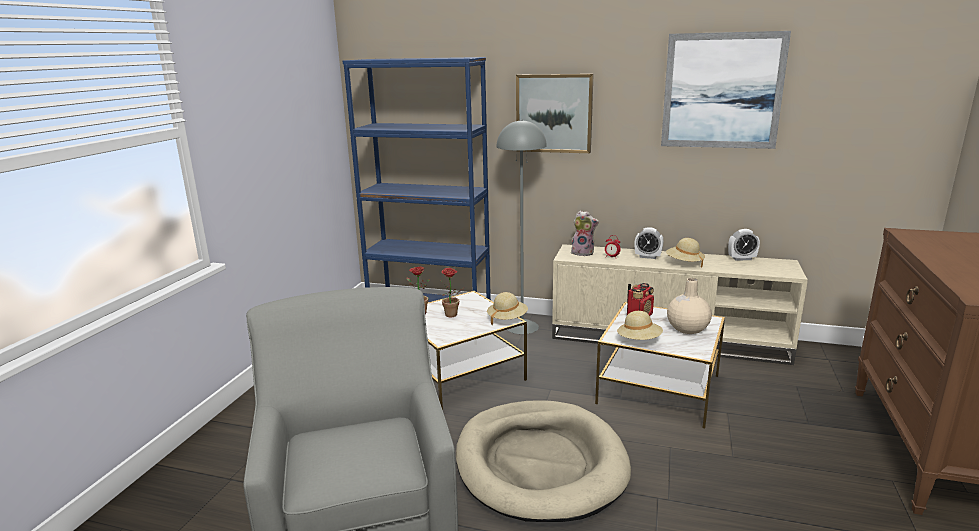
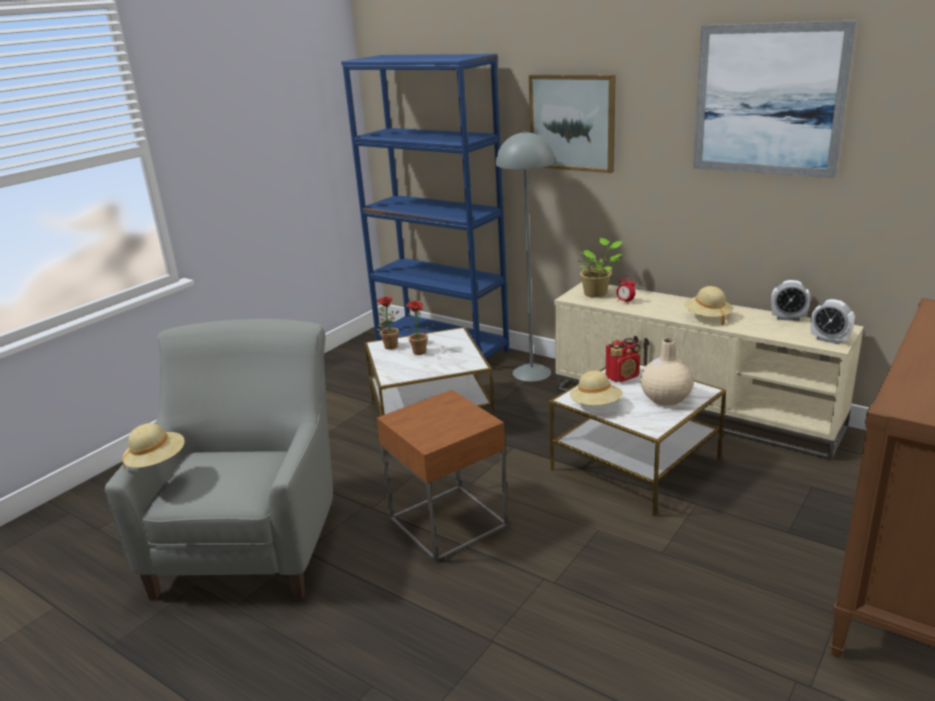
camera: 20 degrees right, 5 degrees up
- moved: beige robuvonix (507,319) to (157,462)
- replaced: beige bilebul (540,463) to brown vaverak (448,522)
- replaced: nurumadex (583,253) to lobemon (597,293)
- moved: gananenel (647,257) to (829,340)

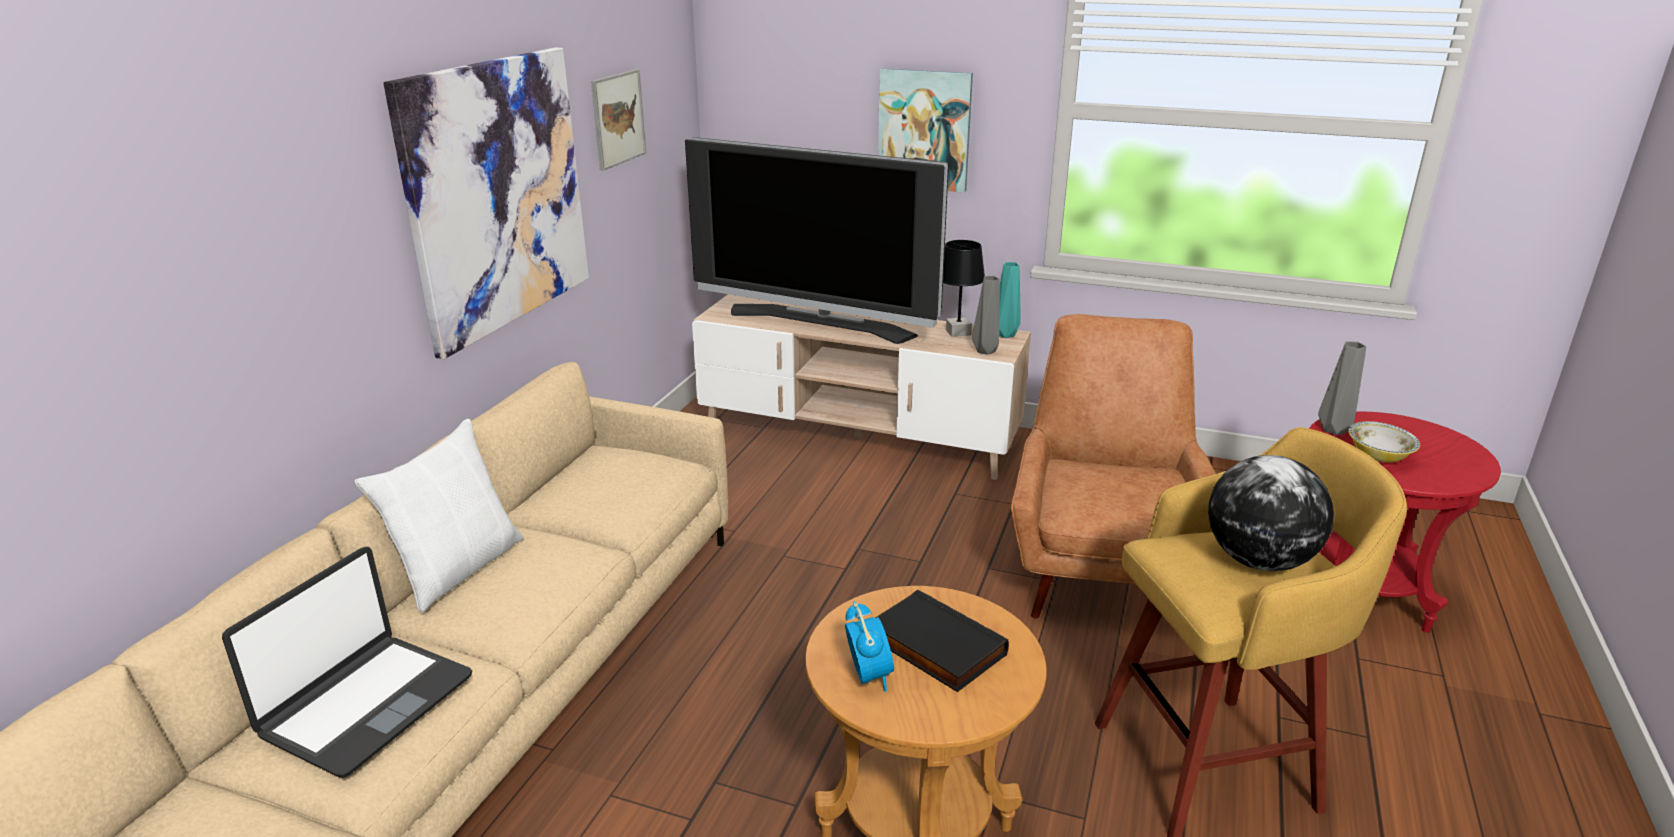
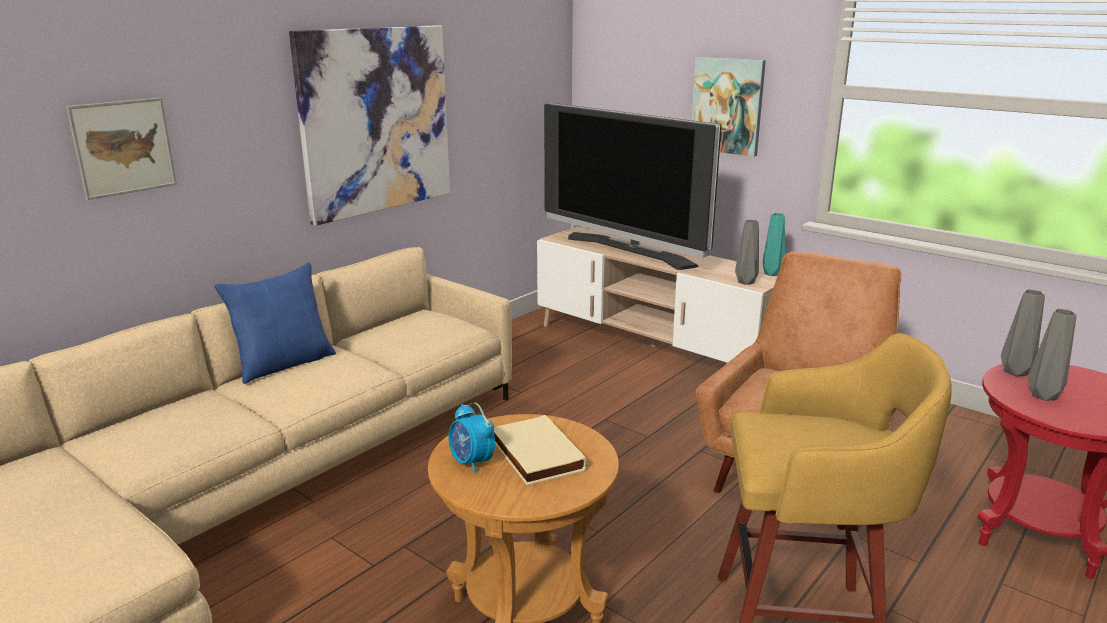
camera: 20 degrees right, 5 degrees down
- moved: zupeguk (618,118) to (123,147)
- recoloured: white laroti (457,568) to blue laroti (284,364)
- turned: gananenel (868,675) = (472,463) 135 degrees clockwise
- recoloured: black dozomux (933,646) to beige dozomux (534,455)
- replaced: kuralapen (1378,456) to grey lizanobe (1045,397)
- removed: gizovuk (366,705)
- removed: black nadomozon (958,332)
- removed: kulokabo (1259,561)

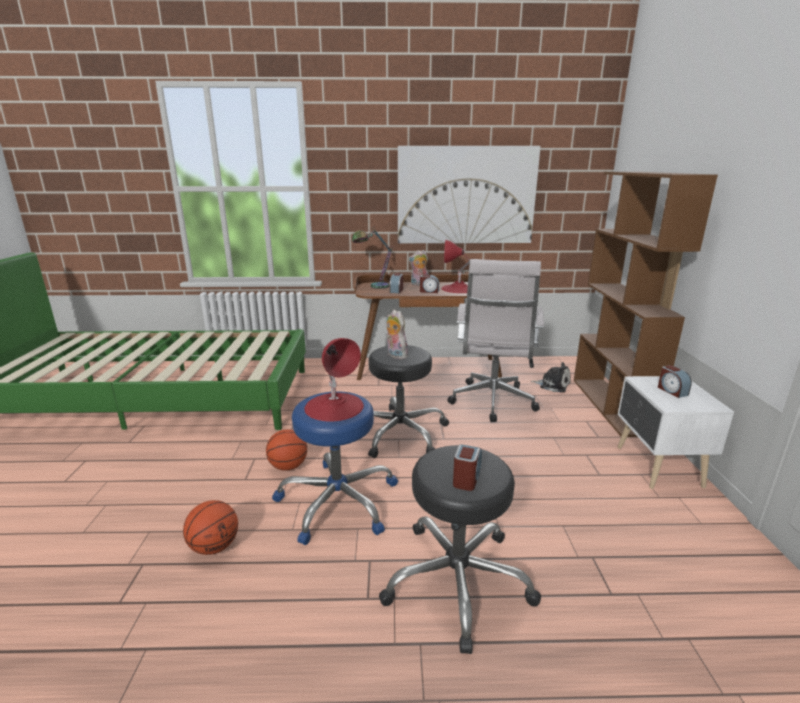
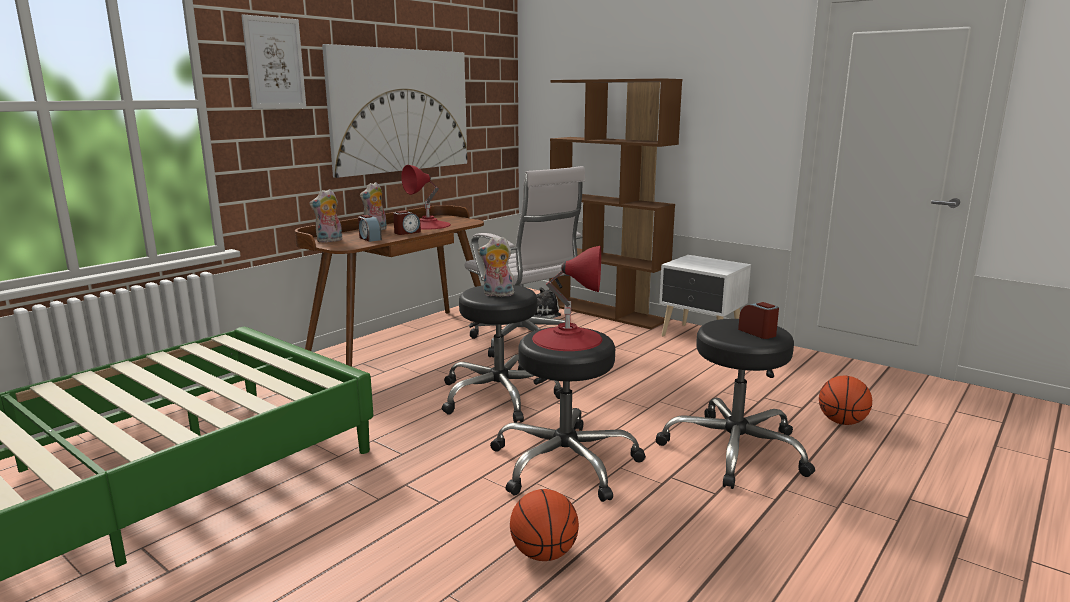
camera: 50 degrees left, 5 degrees down
- added: zupeguk (274,63)
- replaced: nadomozon (374,287) to nurumadex (329,241)
- recoloured: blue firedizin (337,502) to black firedizin (565,463)
- moved: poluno (288,466) to (842,422)
- removed: gananenel (671,391)

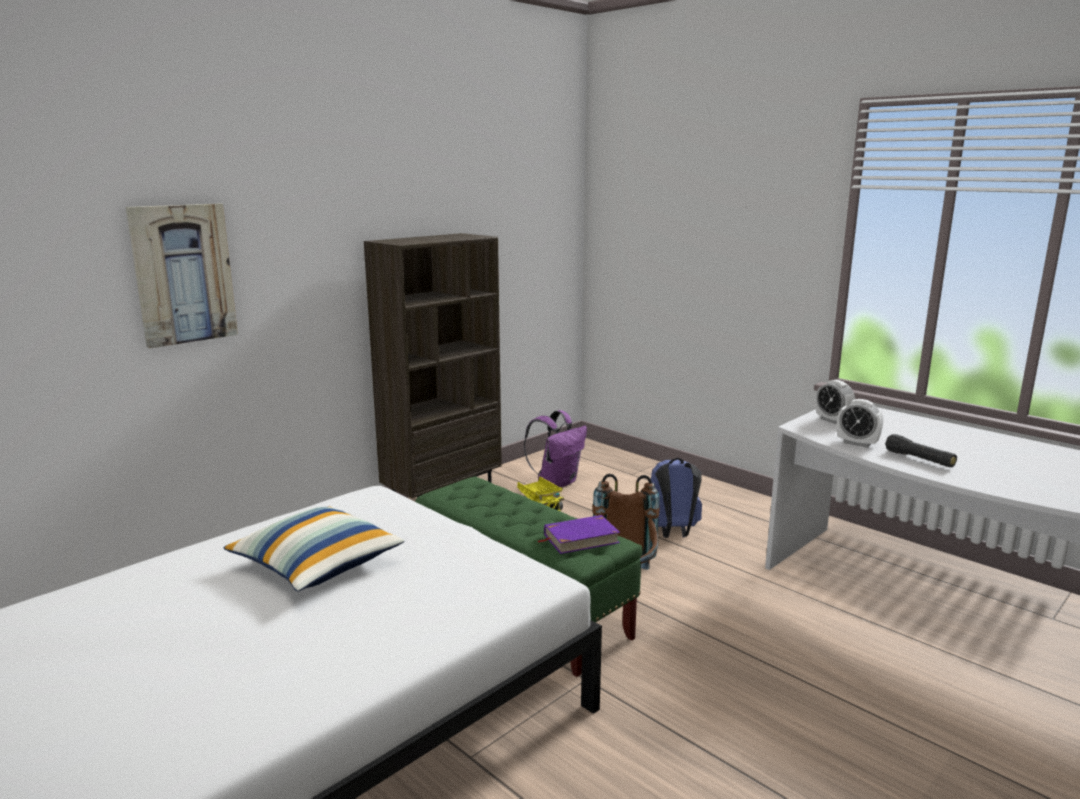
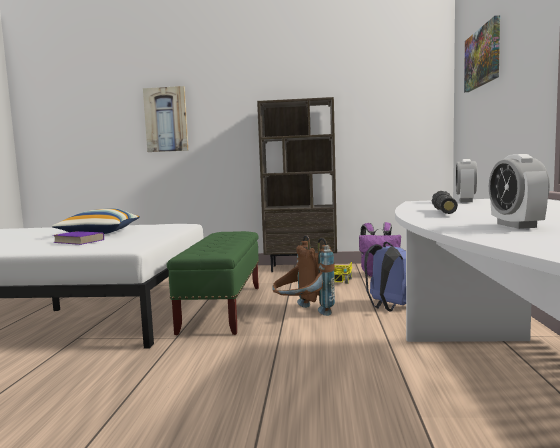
camera: 50 degrees right, 10 degrees down
- moved: purple dozomux (580,538) to (79,241)
- added: zupeguk (482,57)
- moved: gananenel (857,443) to (516,225)

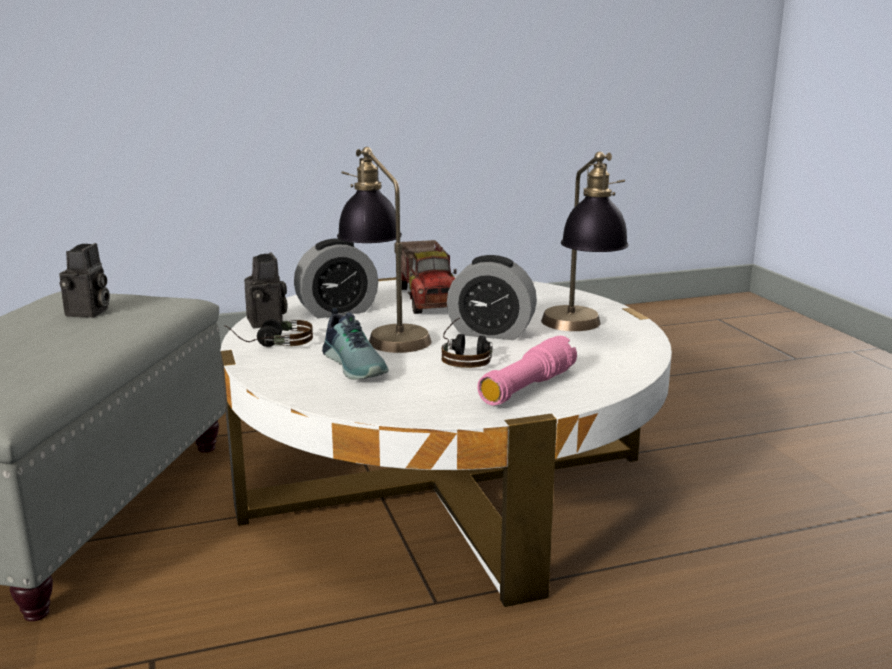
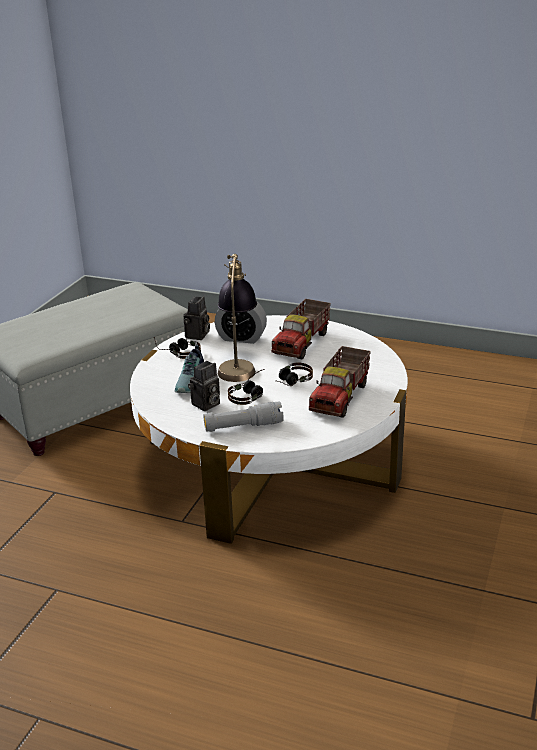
camera: 40 degrees right, 10 degrees up
- moved: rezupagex (88,313) to (206,405)
- recoloured: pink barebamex (527,387) to grey barebamex (243,426)
- replaced: gananenel (491,333) to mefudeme (290,382)
- replaced: nadomozon (579,330) to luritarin (341,397)

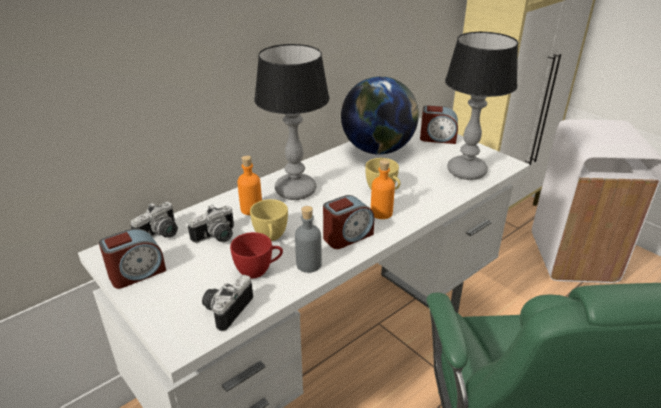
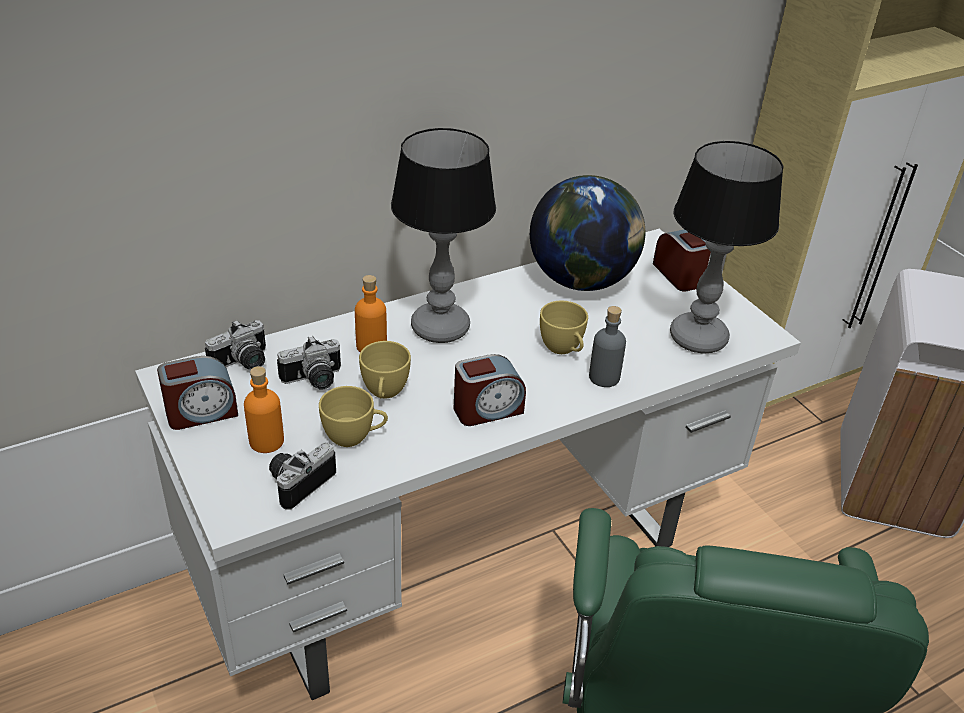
camera: 10 degrees right, 5 degrees up
- moved: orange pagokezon (381,213) to (266,441)
- recoloured: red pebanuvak (258,270) to yellow pebanuvak (354,437)
- moved: grey pagokezon (308,264) to (604,377)
- turned: gananenel (437,138) = (679,275) 135 degrees counterclockwise

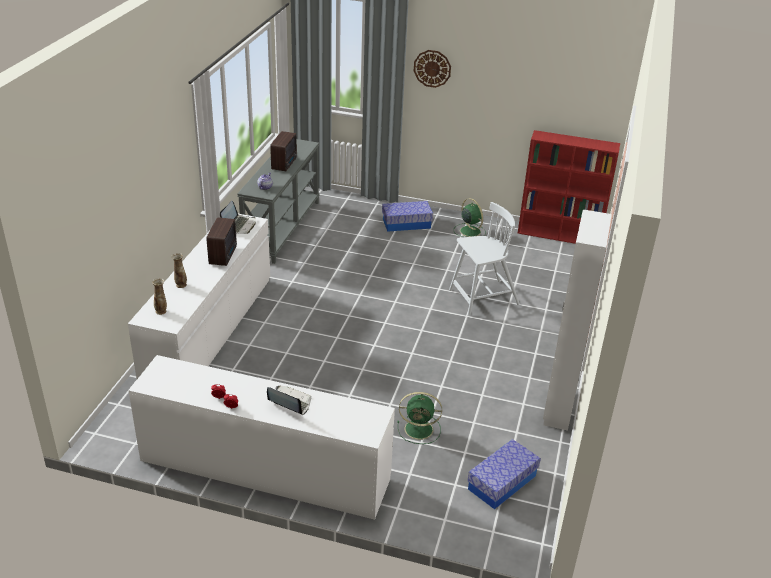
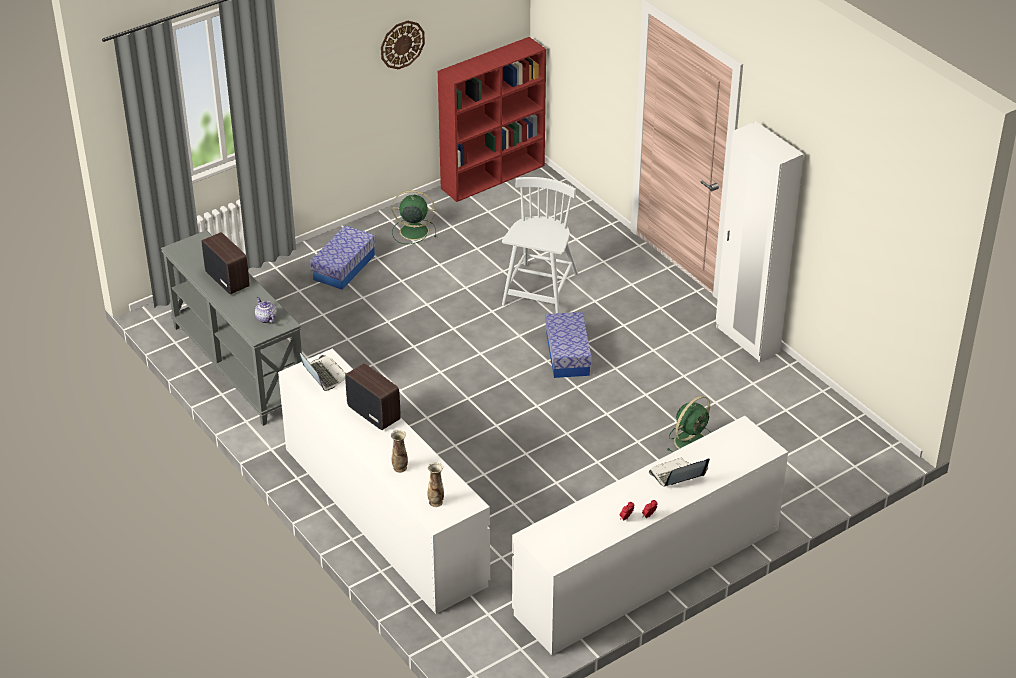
camera: 50 degrees left, 5 degrees up
- moved: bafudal (432,68) to (402,44)
- moved: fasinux (502,482) to (567,355)

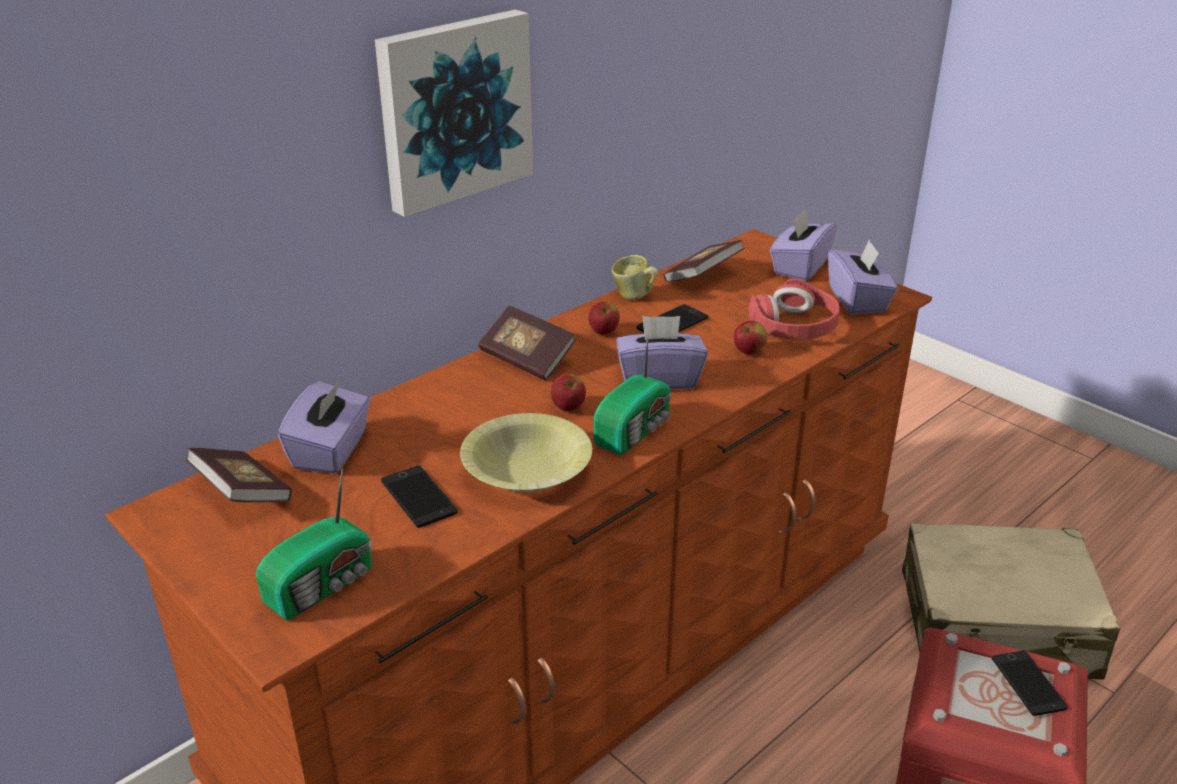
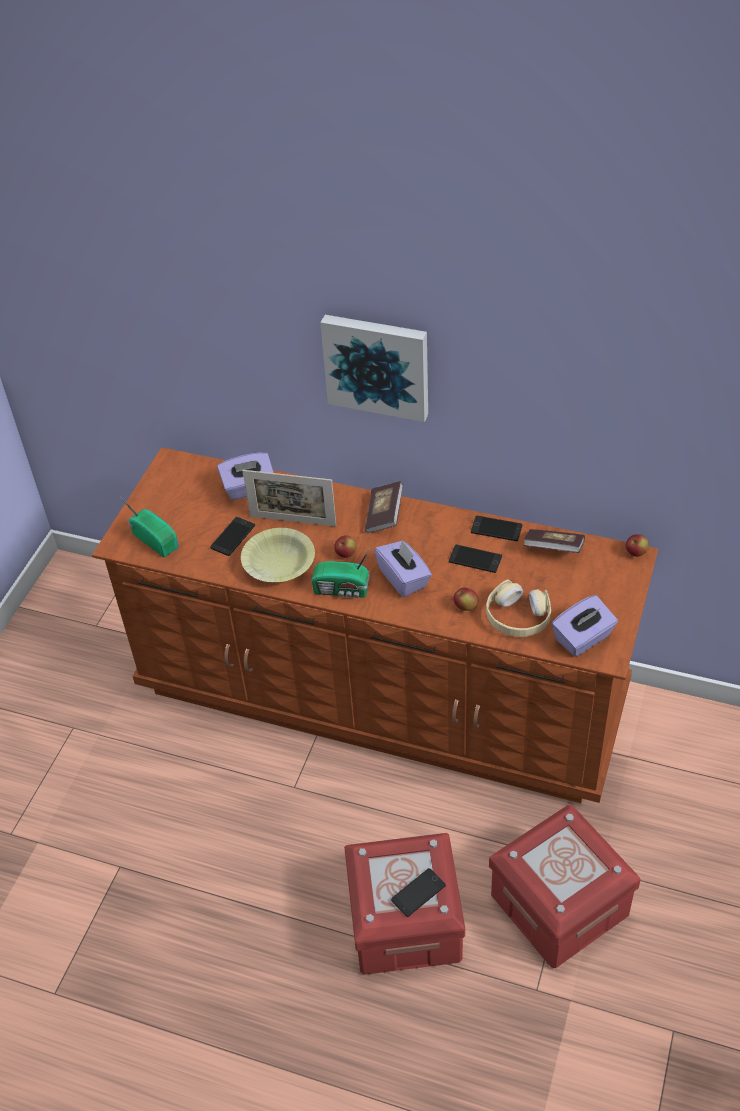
camera: 65 degrees right, 15 degrees up
- turned: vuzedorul (323,585) = (155,539) 150 degrees counterclockwise
- added: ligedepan (292,521)
- replaced: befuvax (635,297) to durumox (496,529)
- recoloured: red mefudeme (794,326) to beige mefudeme (518,617)
- replaced: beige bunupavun (997,625) to red fasinux (559,904)
- moved: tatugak (603,332) to (636,553)
- removed: dozomux (242,493)
- removed: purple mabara (799,267)

